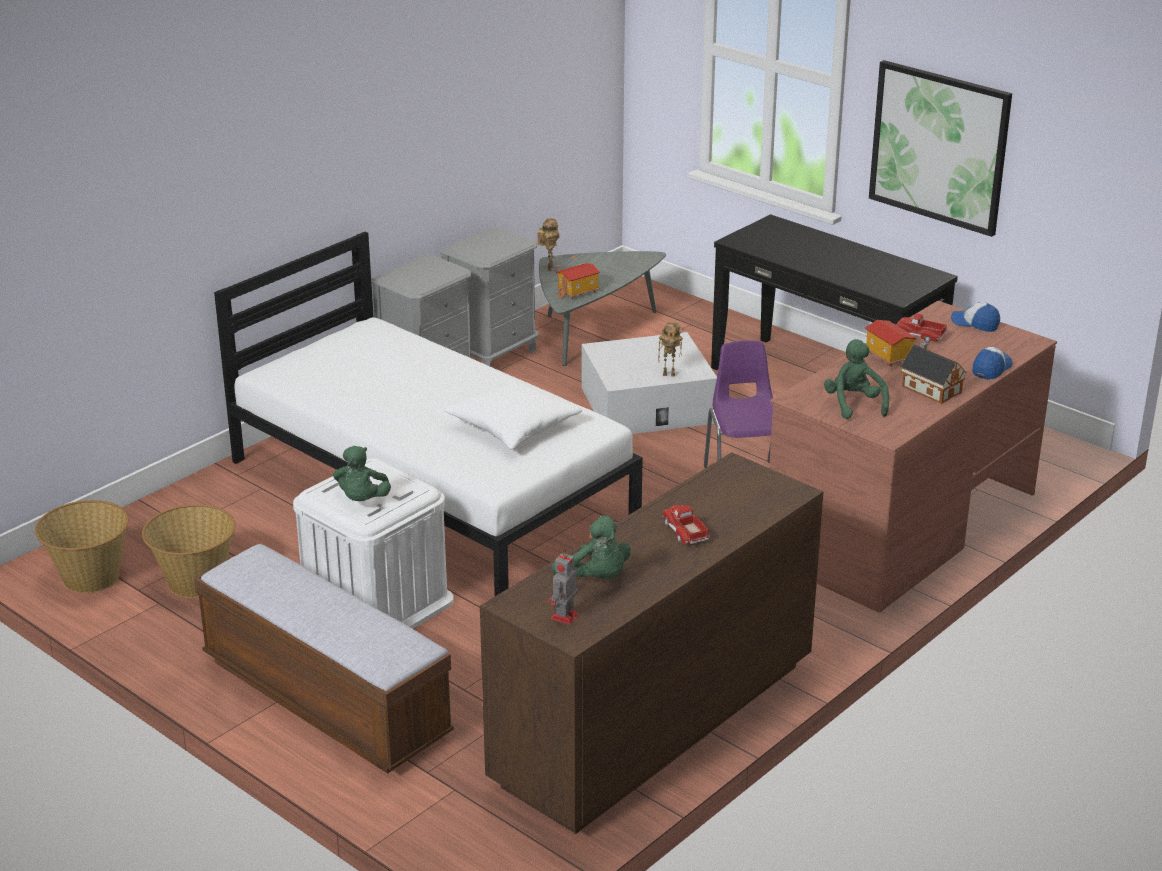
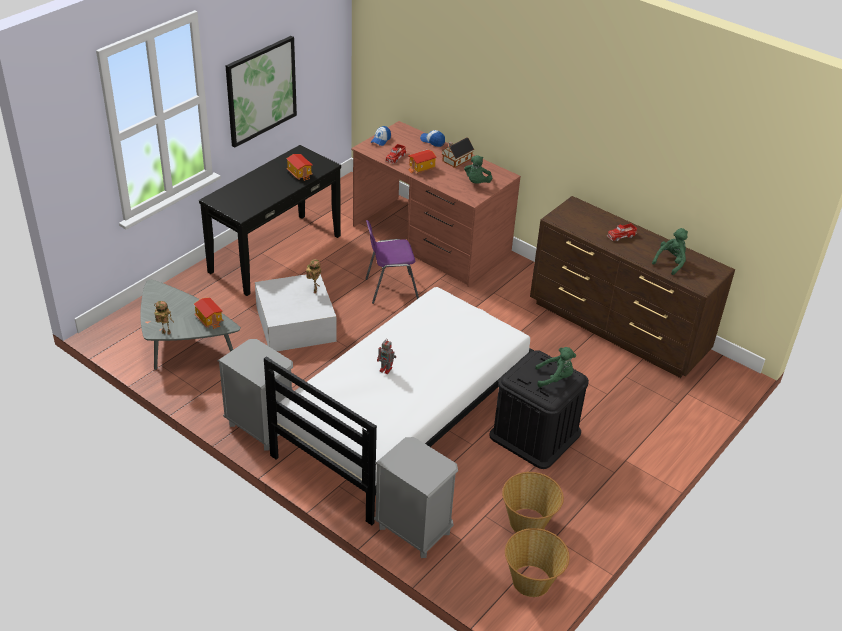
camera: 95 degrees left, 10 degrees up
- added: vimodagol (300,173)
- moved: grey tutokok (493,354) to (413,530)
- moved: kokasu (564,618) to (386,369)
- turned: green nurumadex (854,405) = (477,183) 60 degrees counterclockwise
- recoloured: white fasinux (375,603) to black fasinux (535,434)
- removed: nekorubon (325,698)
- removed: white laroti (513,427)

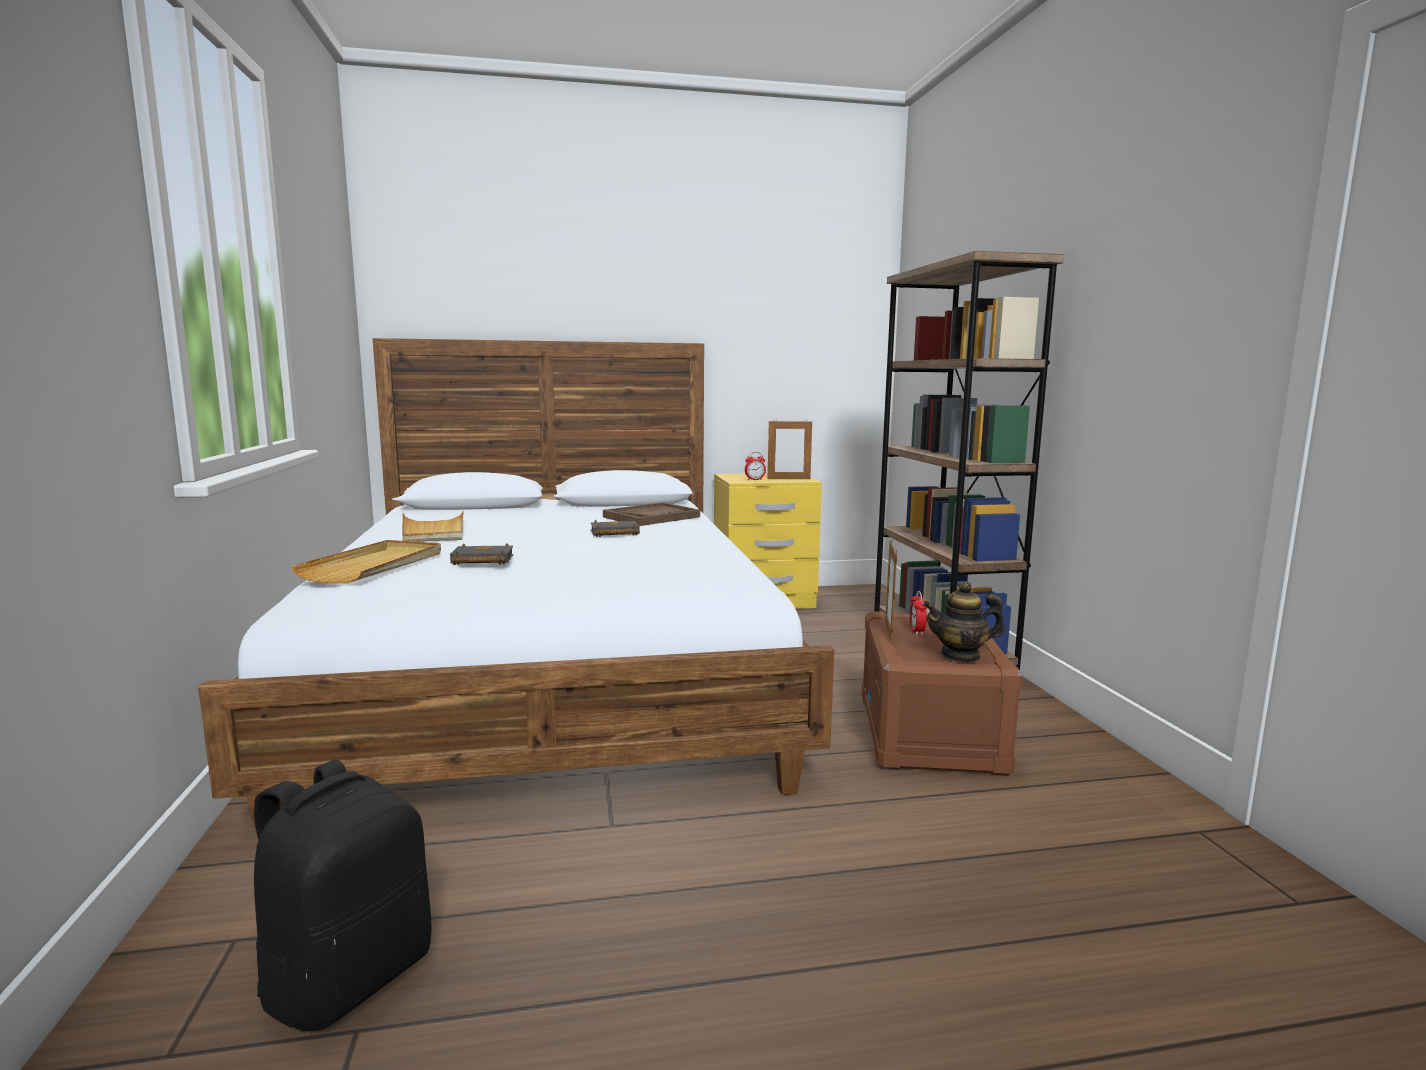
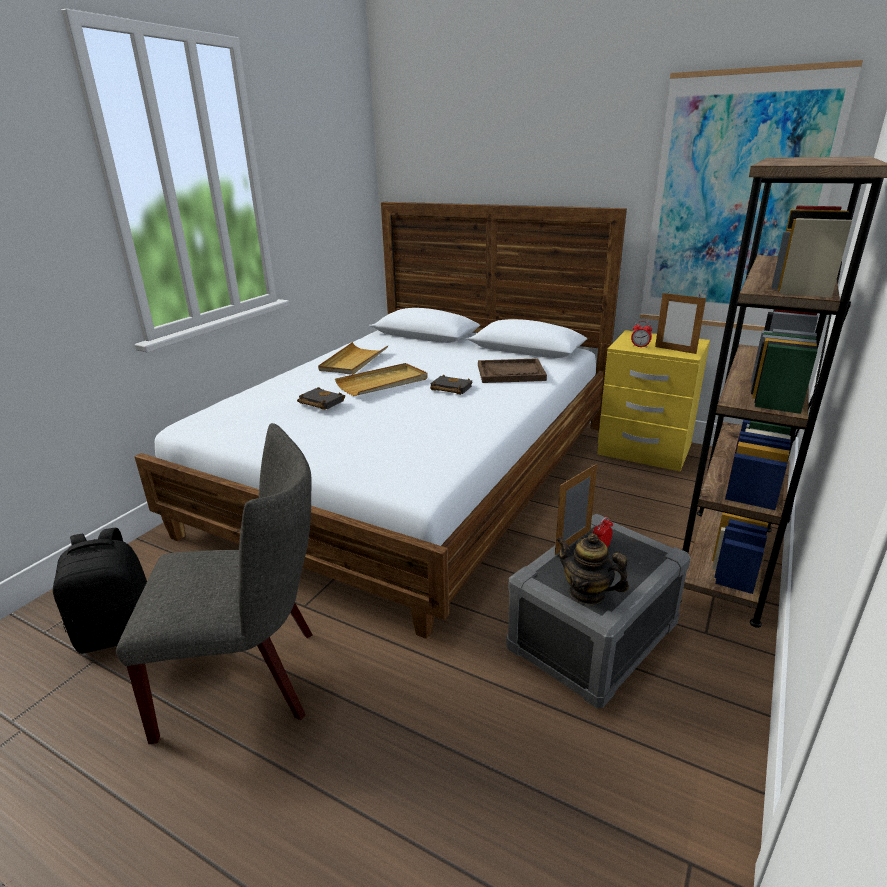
camera: 40 degrees right, 15 degrees up
- added: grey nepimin (251,678)
- moved: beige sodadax (374,566) to (383,383)
- recoloured: brown fasinux (930,734) to grey fasinux (593,637)
- added: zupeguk (735,207)

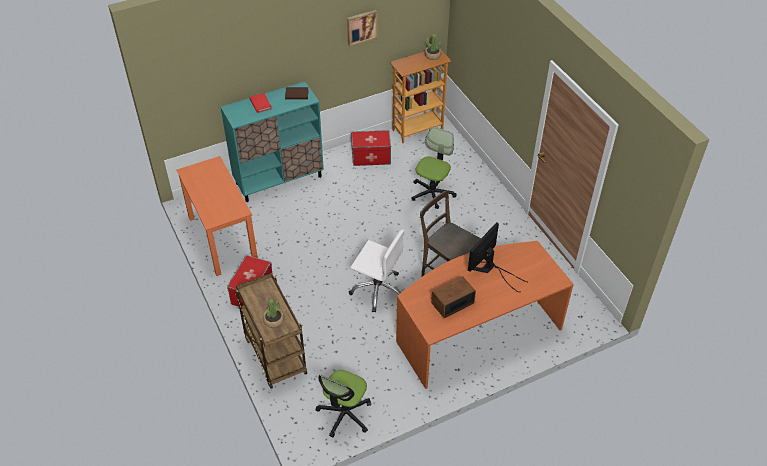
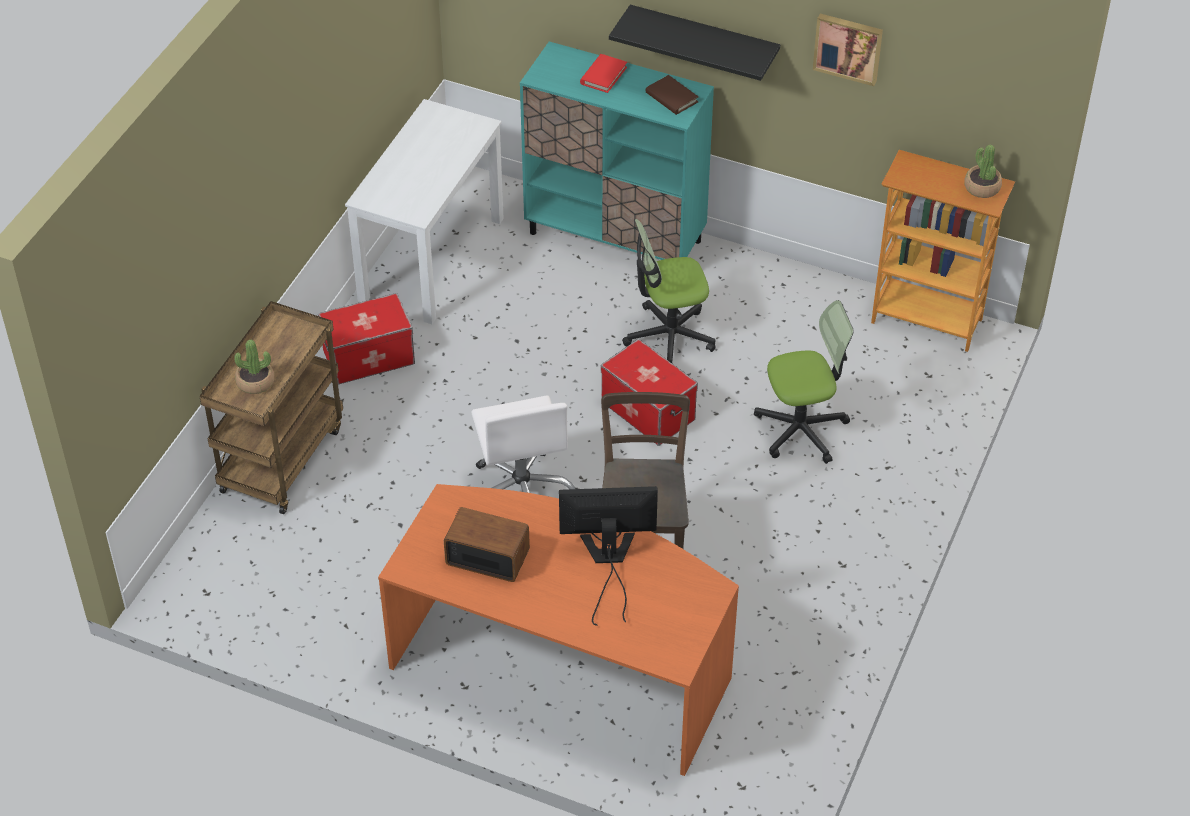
camera: 50 degrees right, 0 degrees up
- recoloured: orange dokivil (222,238) to white dokivil (432,258)
- moved: fasinux (371,157) to (648,410)
- added: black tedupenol (703,41)
- moved: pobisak (344,414) to (669,336)

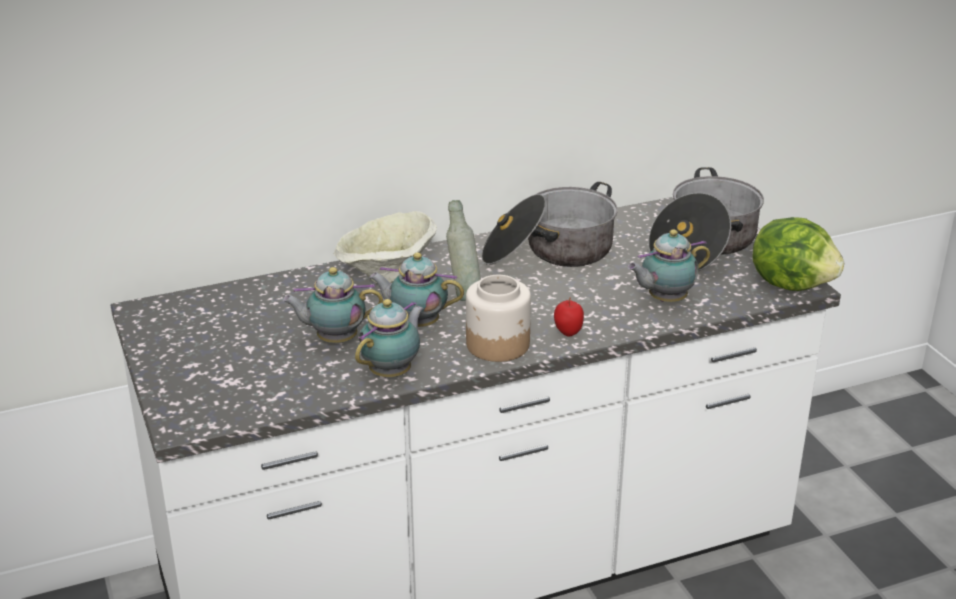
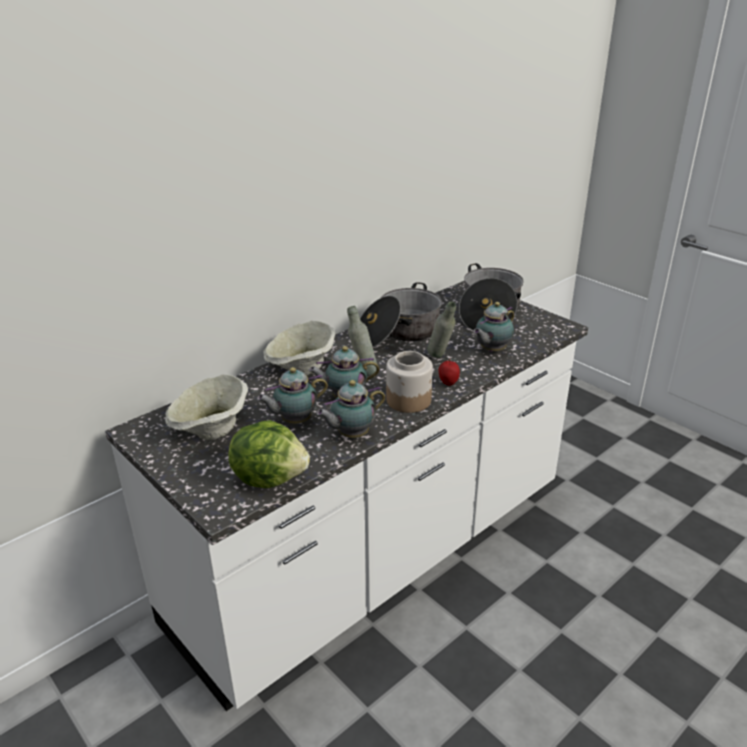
camera: 20 degrees left, 0 degrees up
- added: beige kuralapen (211,431)
- moved: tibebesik (792,283) to (270,477)
- turned: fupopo (393,372) = (351,435) 135 degrees counterclockwise
- added: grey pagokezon (440,358)

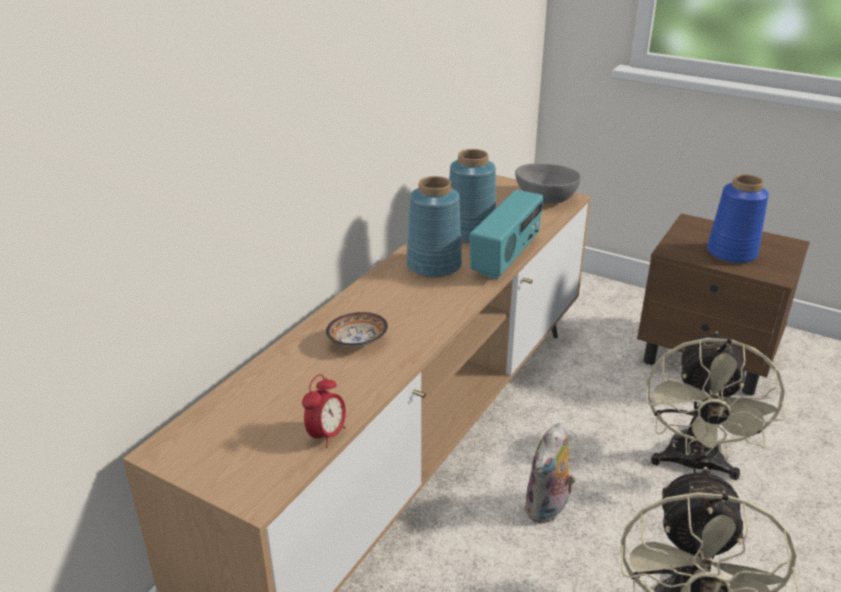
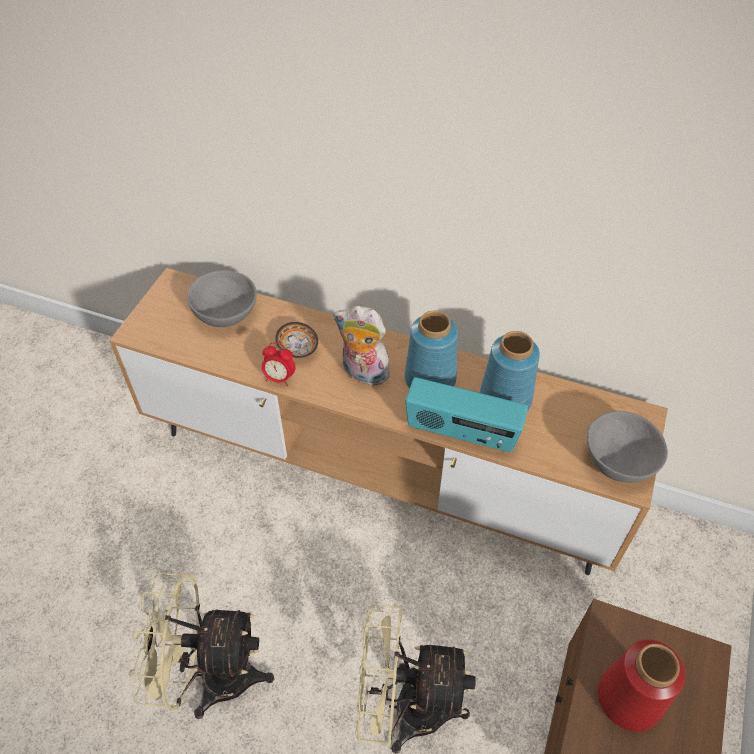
camera: 80 degrees right, 20 degrees up
- added: grey kuralapen (224,313)
- moved: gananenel (326,435) to (279,378)
- moved: nurumadex (547,509) to (363,373)
- recoloured: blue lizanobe (731,253) to red lizanobe (628,698)

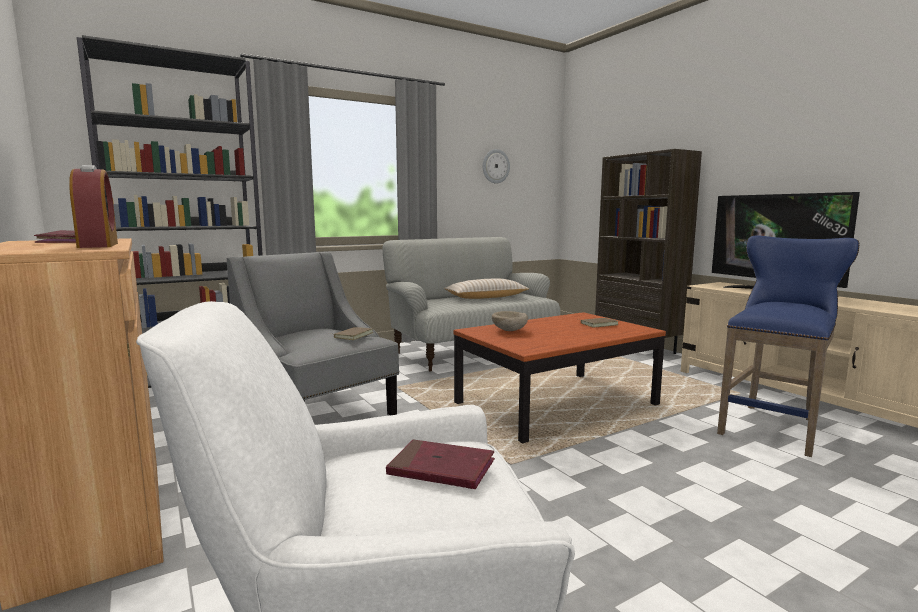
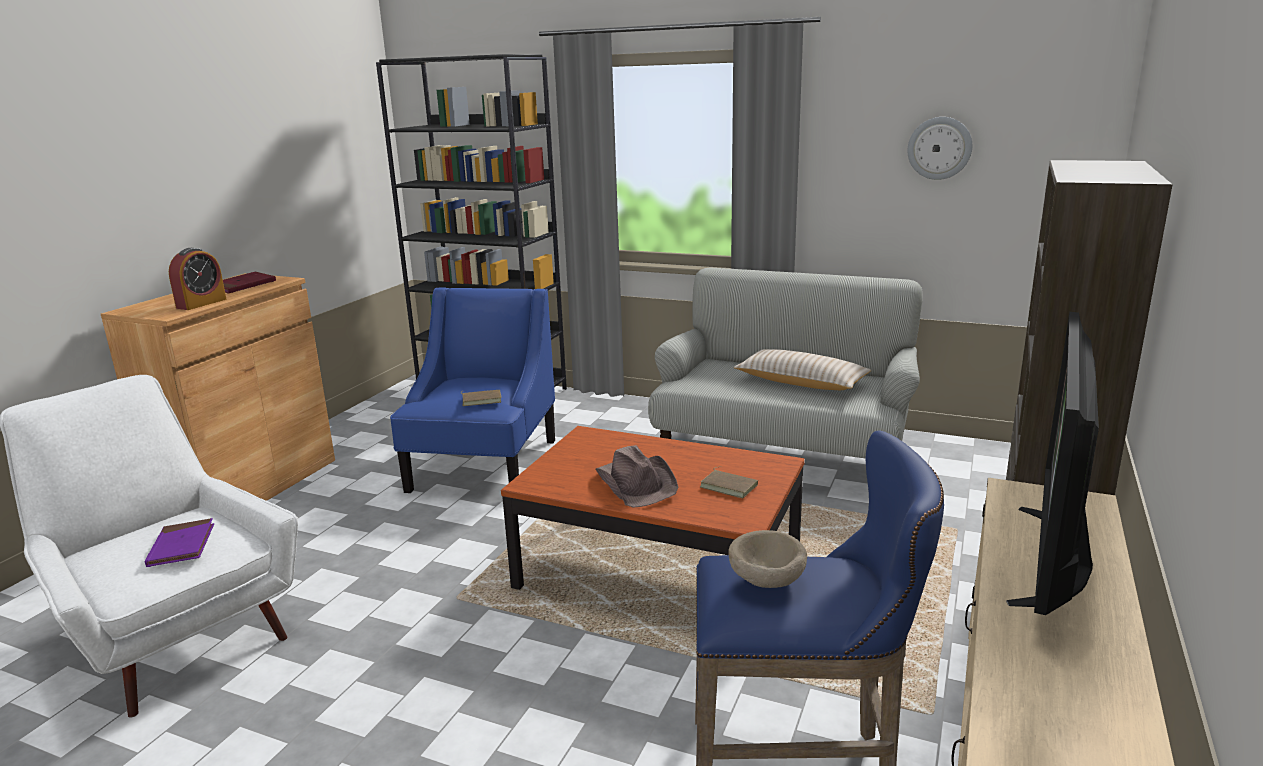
camera: 55 degrees right, 10 degrees up
- recoloured: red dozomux (441,469) to purple dozomux (182,546)
- recoloured: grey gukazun (318,411) to blue gukazun (484,465)
- added: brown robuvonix (637,483)
- moved: beige kuralapen (509,331) to (765,581)

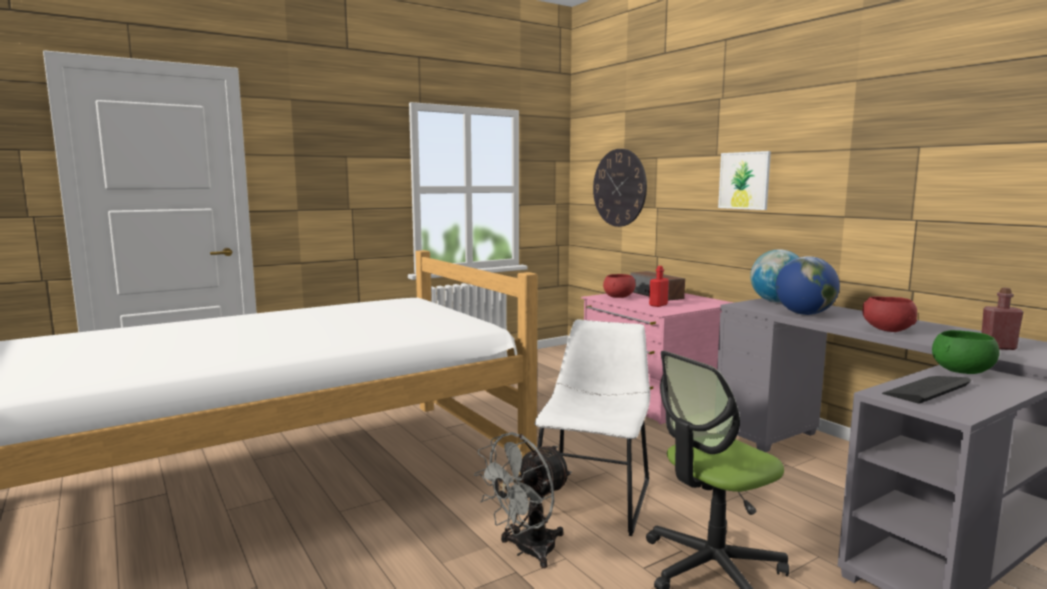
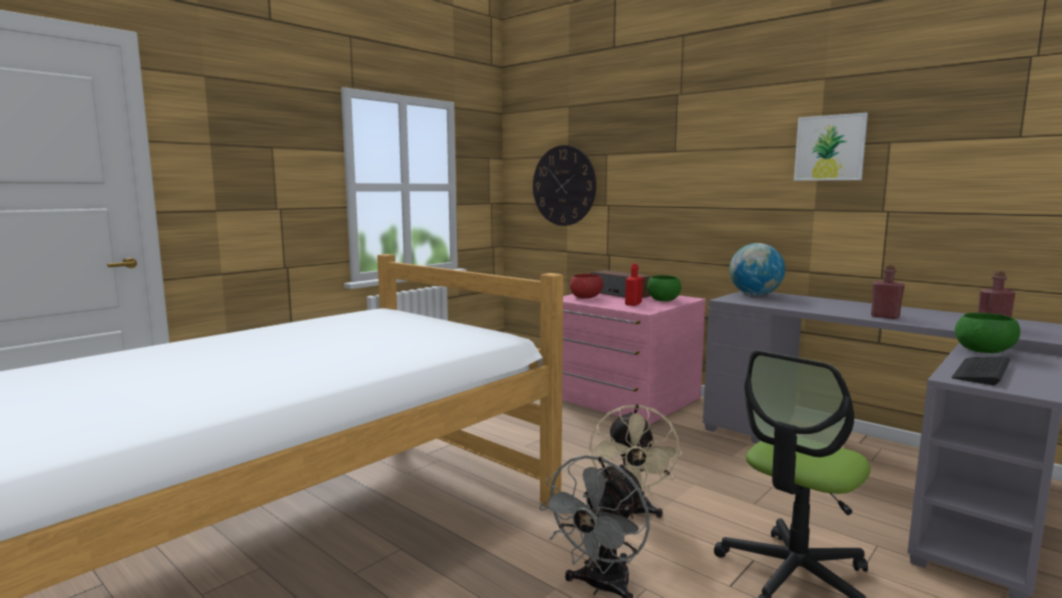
camera: 15 degrees left, 0 degrees up
- replaced: white nepimin (593,496) to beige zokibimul (631,513)
- added: green kuralapen (663,300)
- moved: zupeguk (744,180) to (829,148)
- replaced: red kuralapen (886,330) to red pagokezon (885,316)
- removed: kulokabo (804,314)

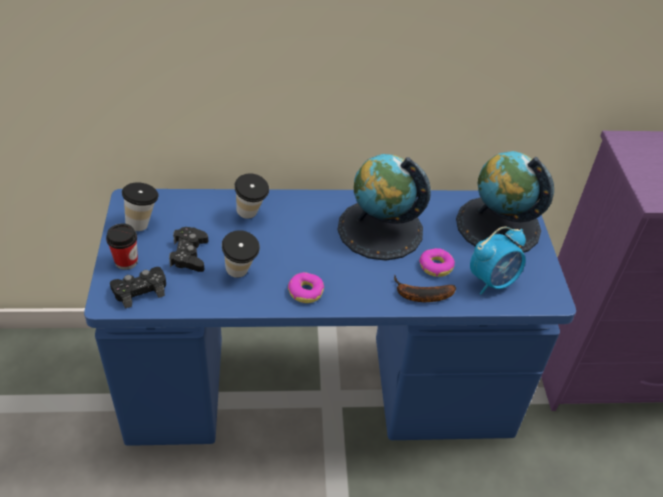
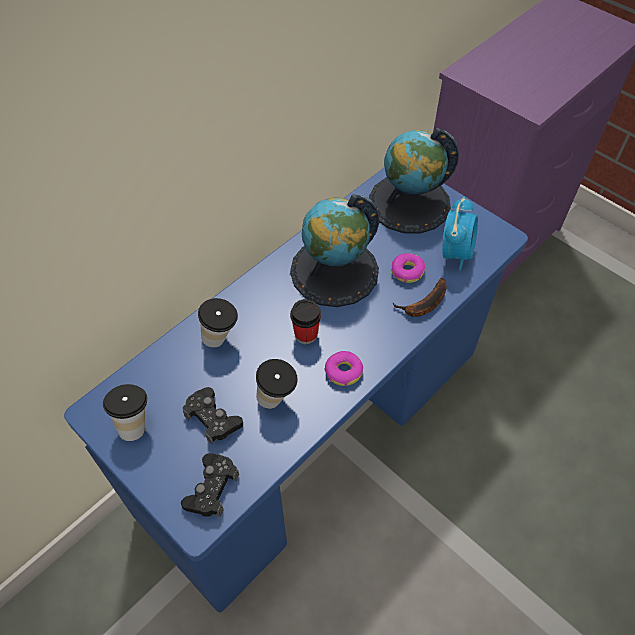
camera: 40 degrees left, 10 degrees up
- moved: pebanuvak (126,261) to (306,334)

